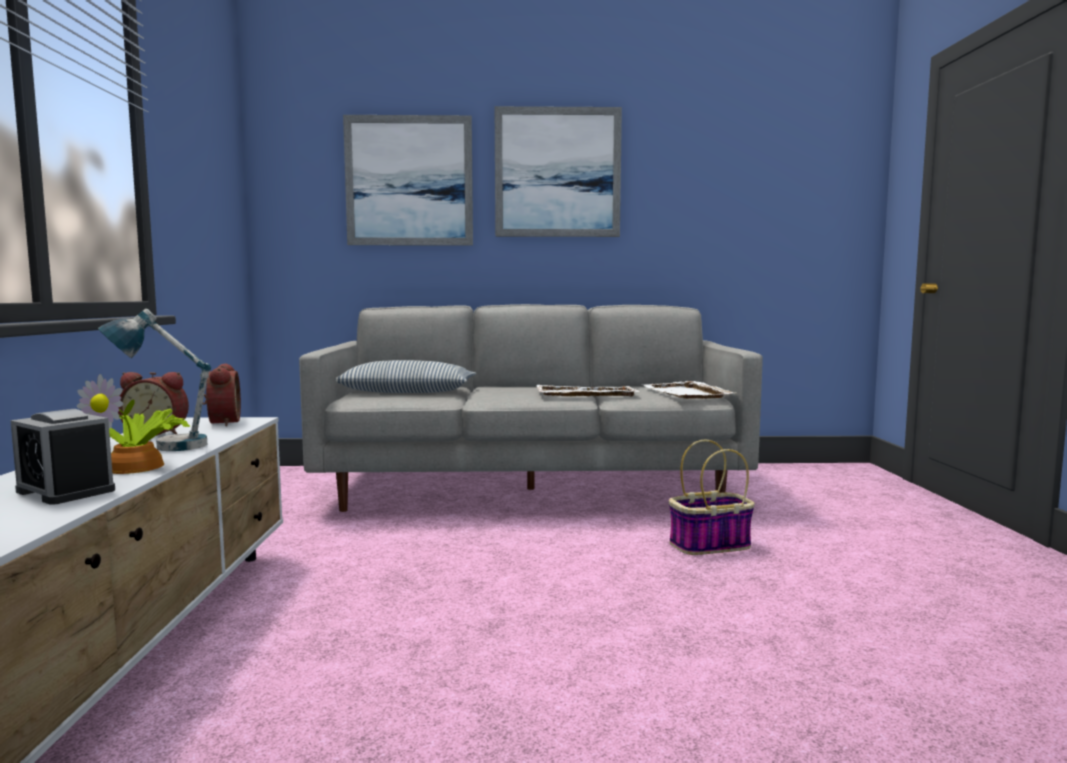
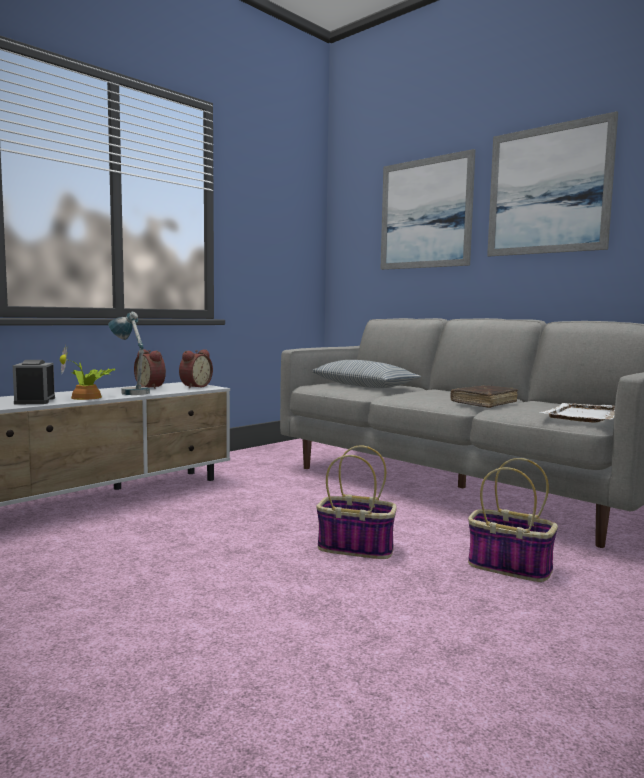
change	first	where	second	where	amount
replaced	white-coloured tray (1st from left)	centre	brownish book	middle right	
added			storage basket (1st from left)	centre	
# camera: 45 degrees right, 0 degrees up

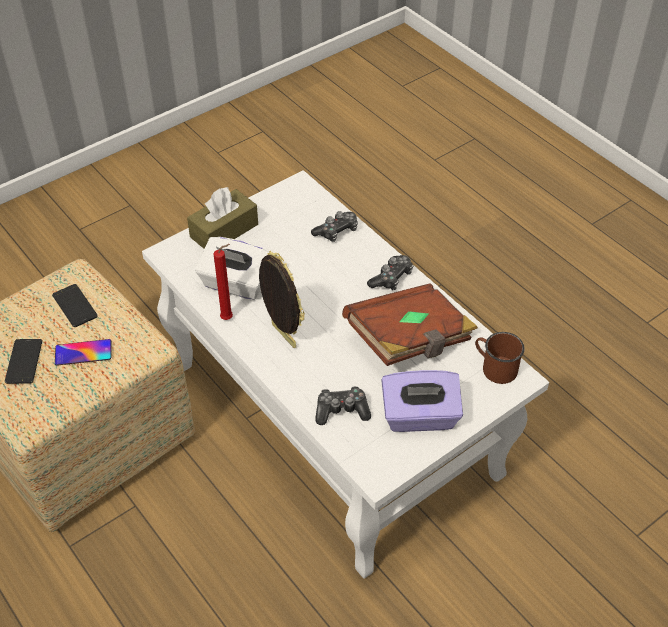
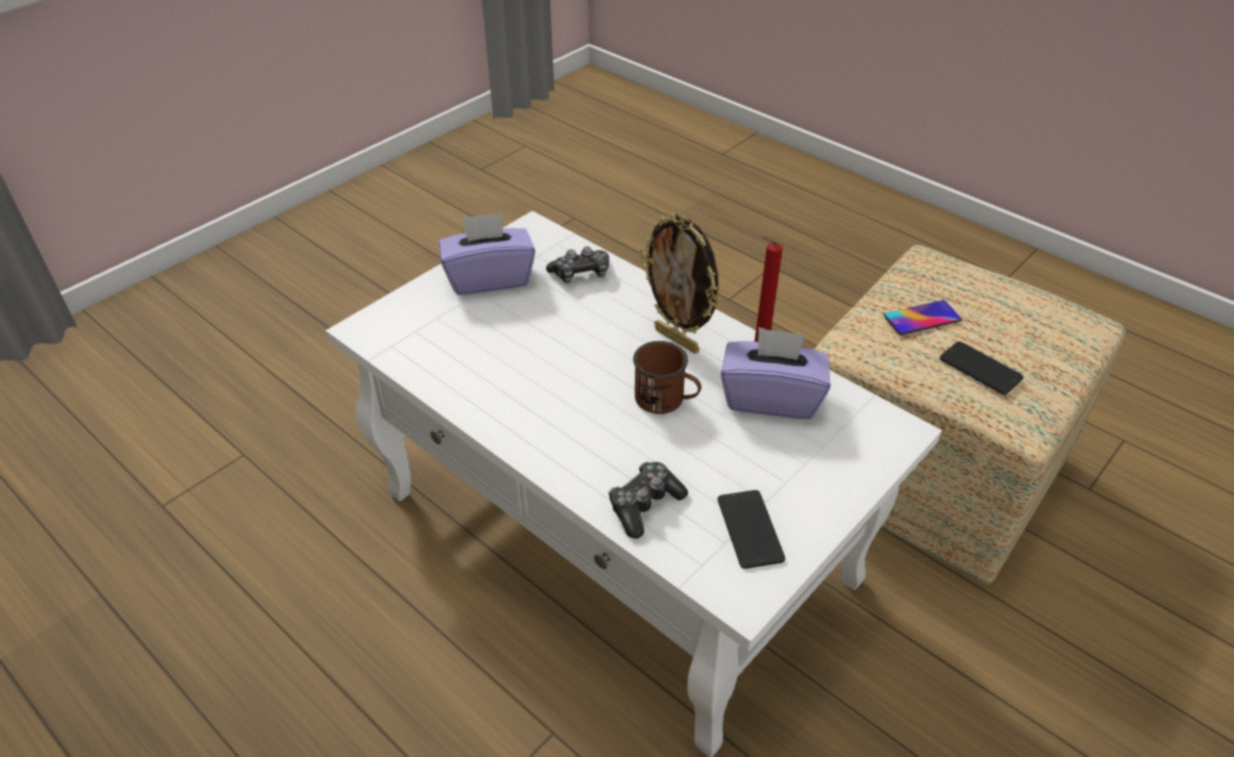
change	first	where	second	where	amount
removed	brownish tissue holder	middle left			
recoloured	white-coloured tissue holder	centre	purple-coloured tissue holder (2nd from left)	centre	
removed	joypad (3rd from left)	centre			
removed	brownish book	centre			
moved	brownish coffee mug	middle right		centre	
moved	telephone (1st from left)	middle left		bottom centre	
# camera: 170 degrees right, 5 degrees down

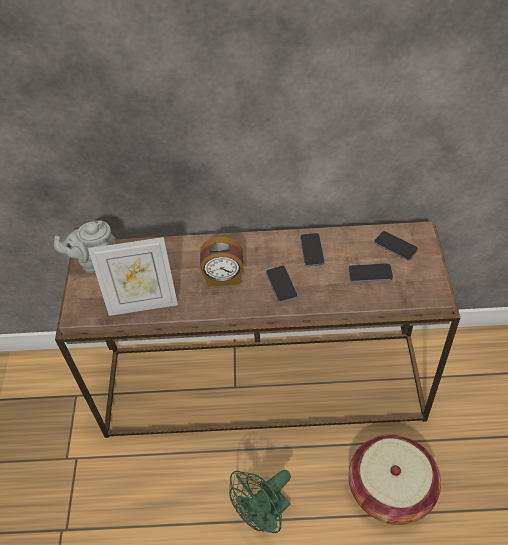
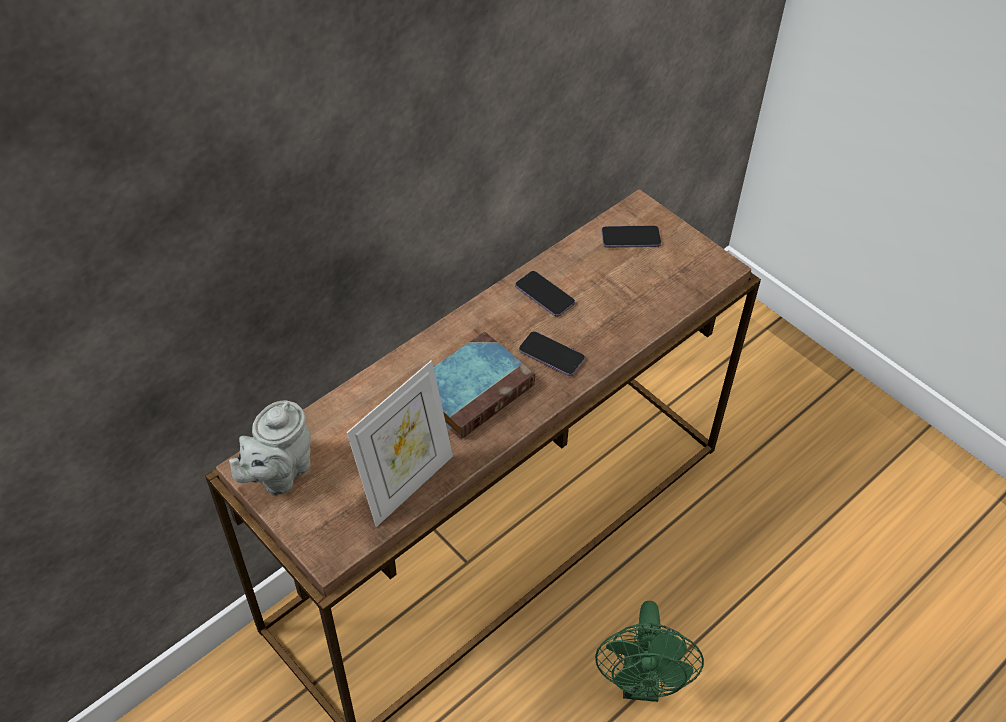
change	first	where	second	where	amount
replaced	alarm clock	centre	book	centre	
removed	telephone (3rd from left)	middle right			
removed	storage basket	bottom right			
# camera: 45 degrees left, 0 degrees up

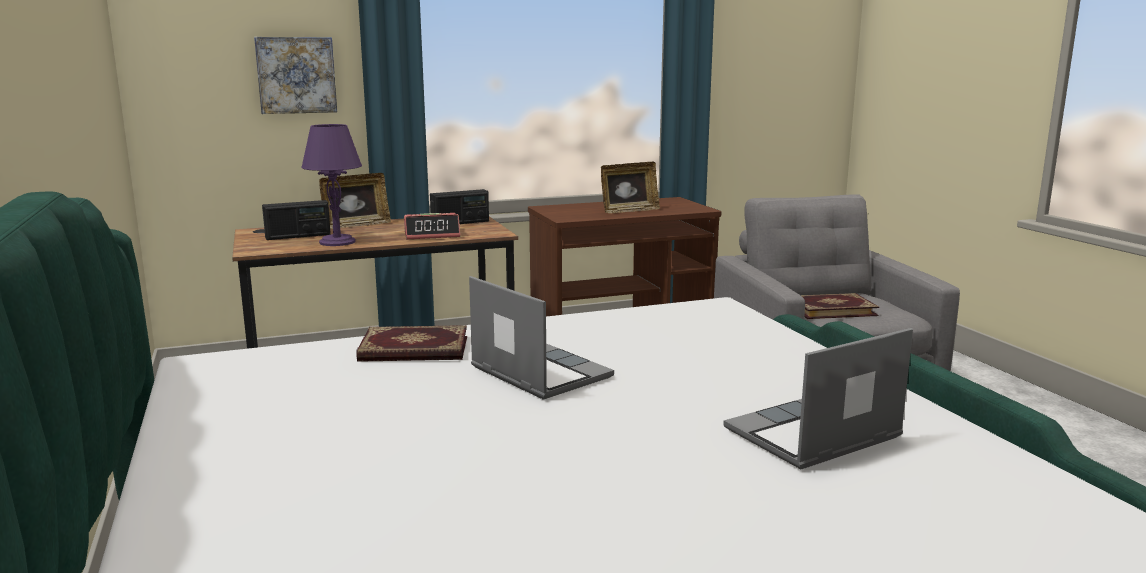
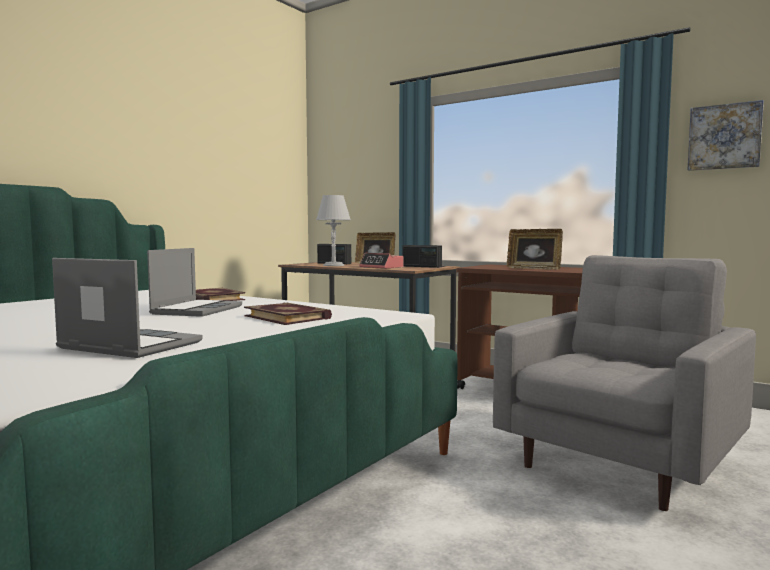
change	first	where	second	where	amount
moved	picture	top left		top right	
recoloured	purple-coloured table lamp	top left	greyish table lamp	centre	
moved	book (2nd from left)	middle right		centre	
# camera: 55 degrees right, 10 degrees down

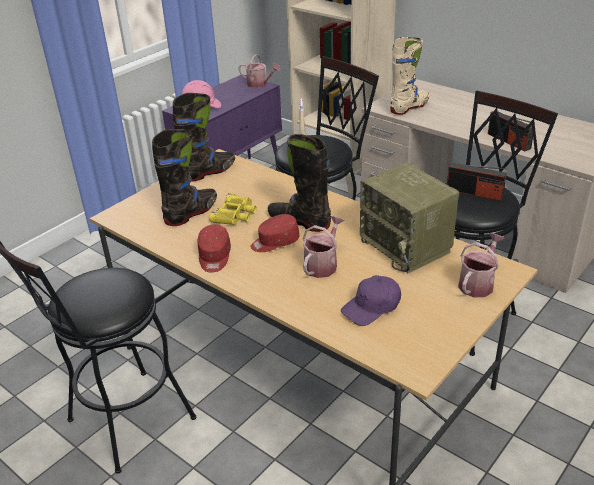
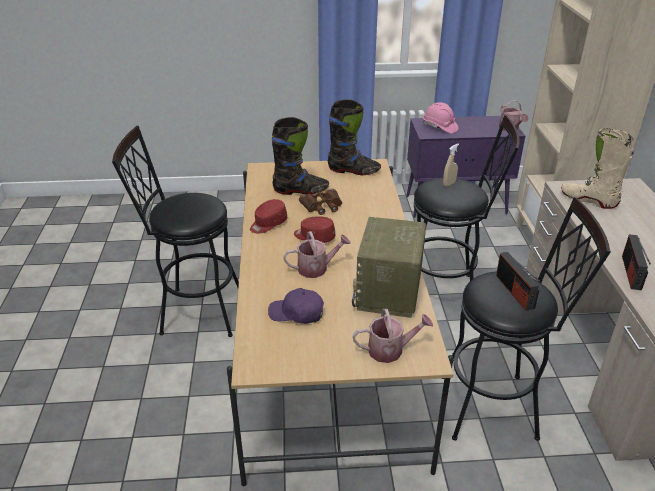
change	first	where	second	where	amount
turned	sand-coloured high-top boot	top right		middle right	150 degrees counterclockwise
removed	black-coloured high-top boot (3rd from left)	centre			
recoloured	yellow field glasses	centre	brownish field glasses	centre	
# camera: 45 degrees right, 0 degrees up

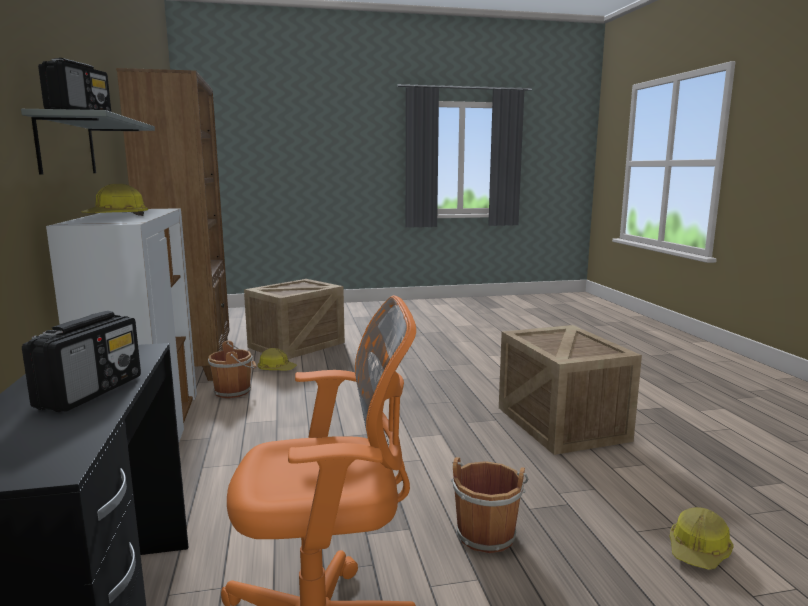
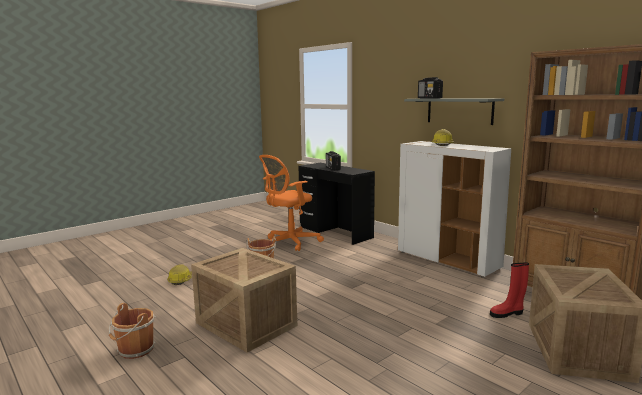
change	first	where	second	where	amount
moved	brownish water bucket (1st from left)	middle left		bottom left	
replaced	work helmet (2nd from left)	centre	red-coloured high-top boot	bottom right	
# camera: 150 degrees right, 0 degrees up

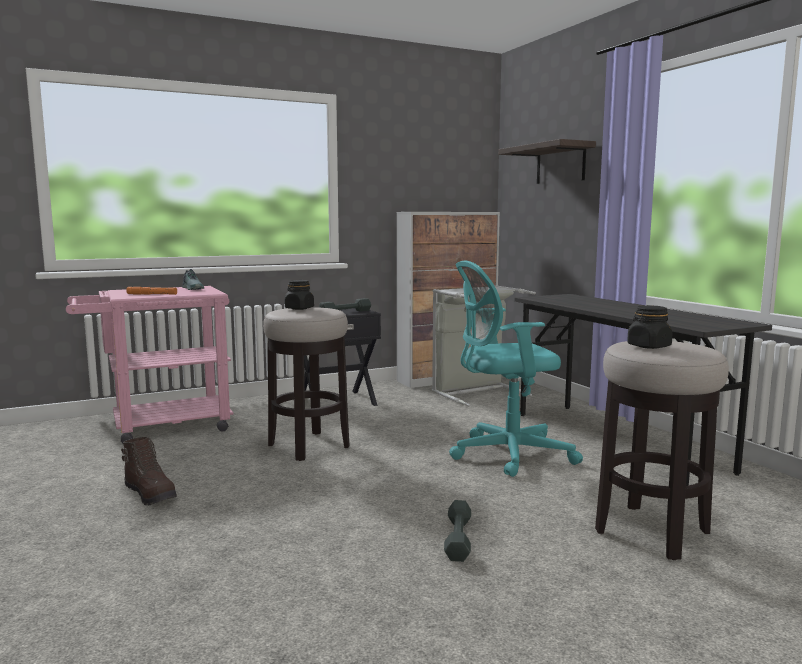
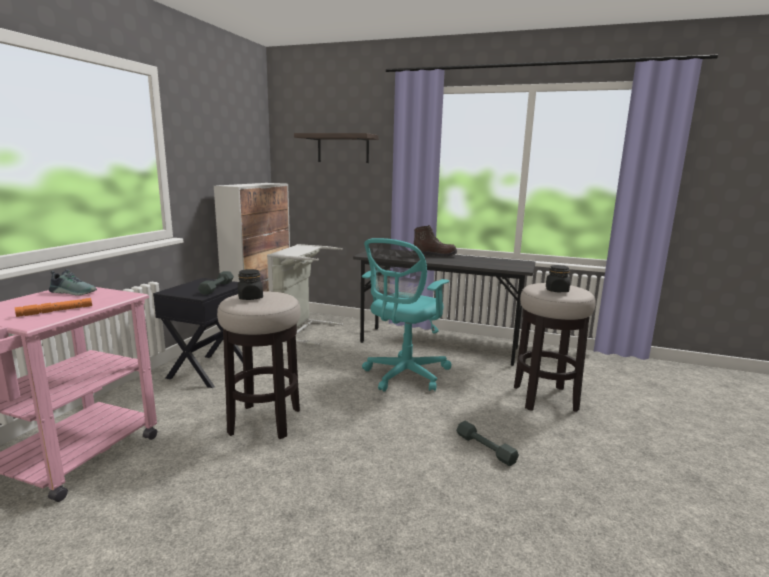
change	first	where	second	where	amount
moved	brownish high-top boot	bottom left		centre	
# camera: 45 degrees left, 5 degrees up

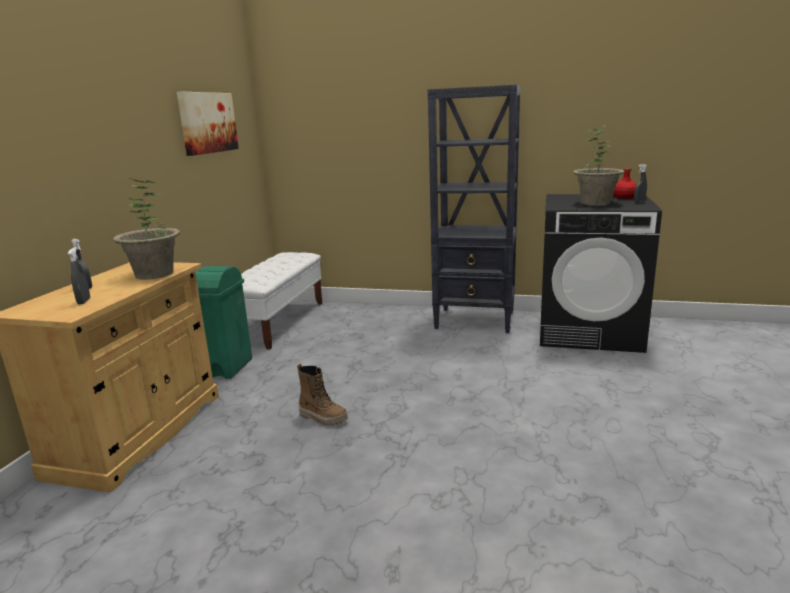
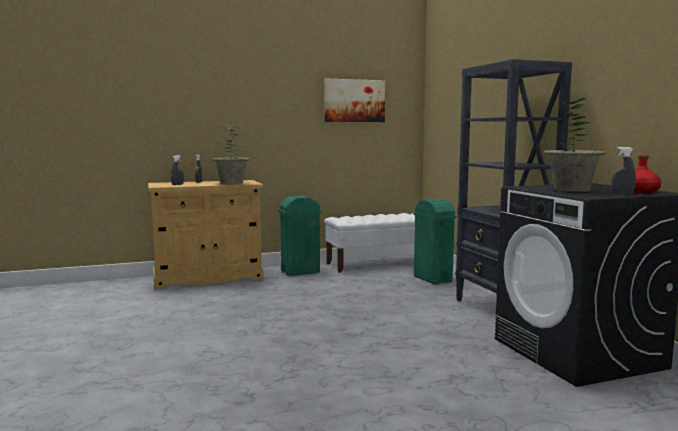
change	first	where	second	where	amount
removed	high-top boot	centre			
added			greenish rubbish bin (2nd from left)	centre	
# camera: 55 degrees right, 10 degrees down

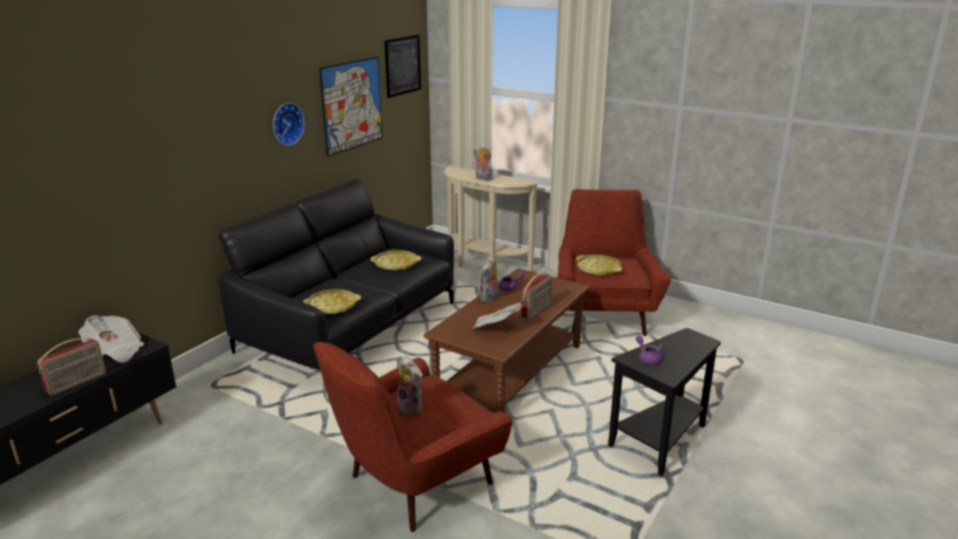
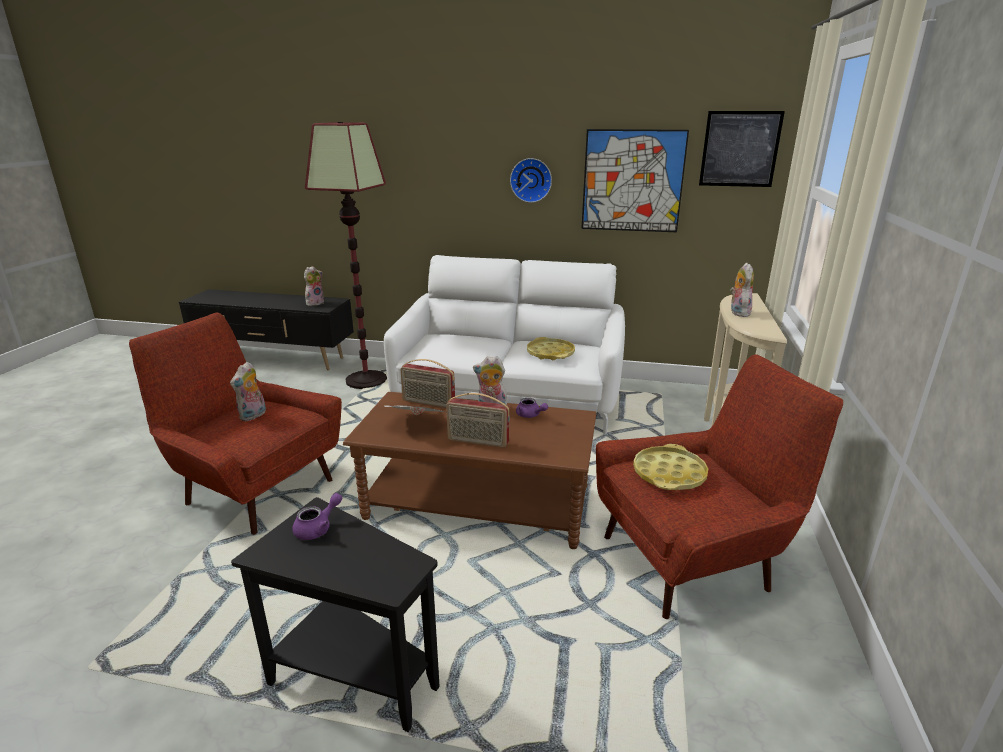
change	first	where	second	where	amount
recoloured	black-coloured sofa	centre	white-coloured sofa	centre	
removed	yellow tray (1st from left)	centre			
replaced	printed paper (1st from left)	middle left	soft toy (2nd from left)	middle left	
moved	radio (1st from left)	bottom left		centre	
added			standard lamp	centre	
# camera: 70 degrees right, 0 degrees up

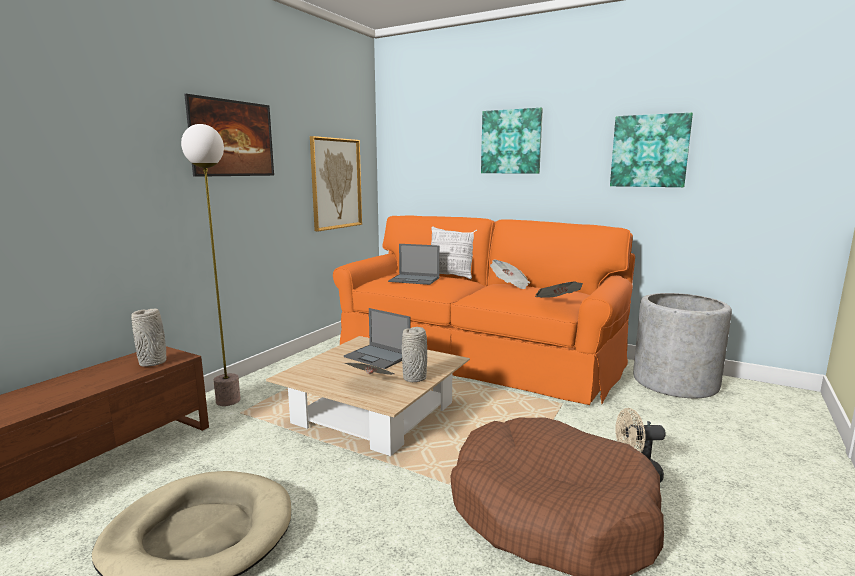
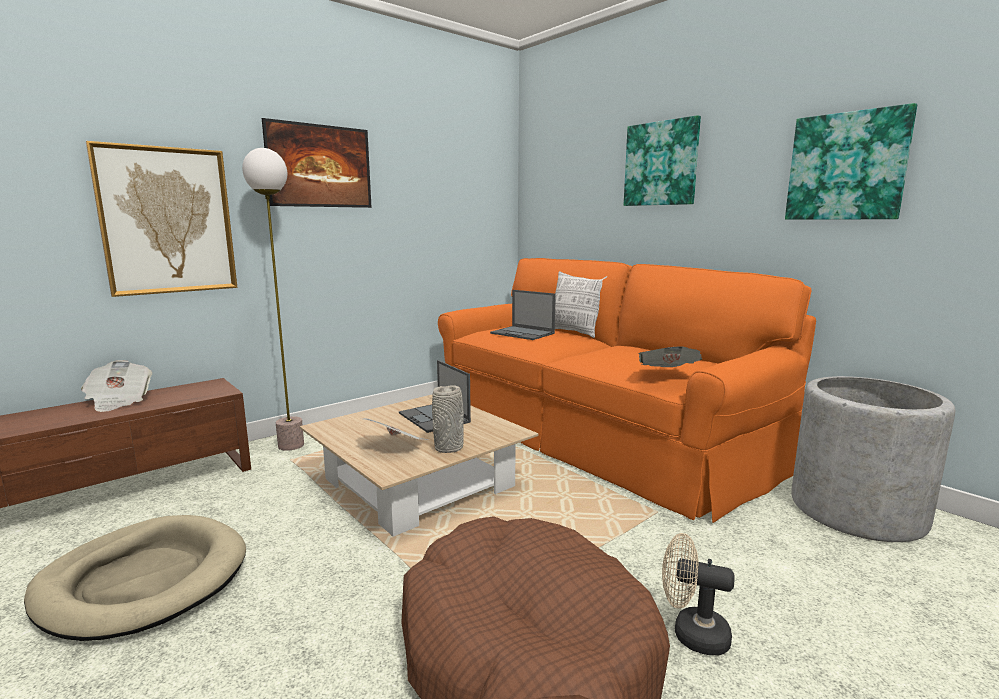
change	first	where	second	where	amount
moved	picture (2nd from left in the first image)	top centre	picture (1st from left)	top left	
moved	printed paper (2nd from left in the first image)	centre	printed paper (1st from left)	middle left	
removed	greyish flower vase (1st from left)	middle left			
# camera: 20 degrees right, 0 degrees up

